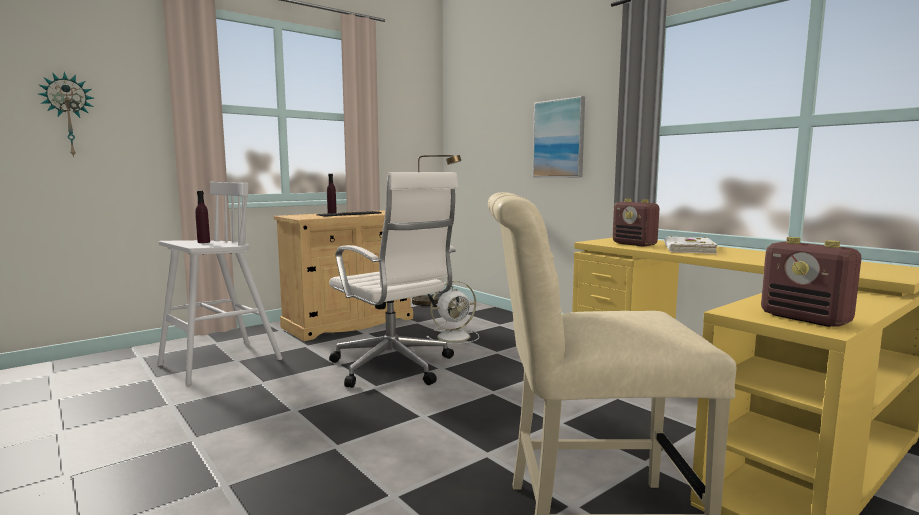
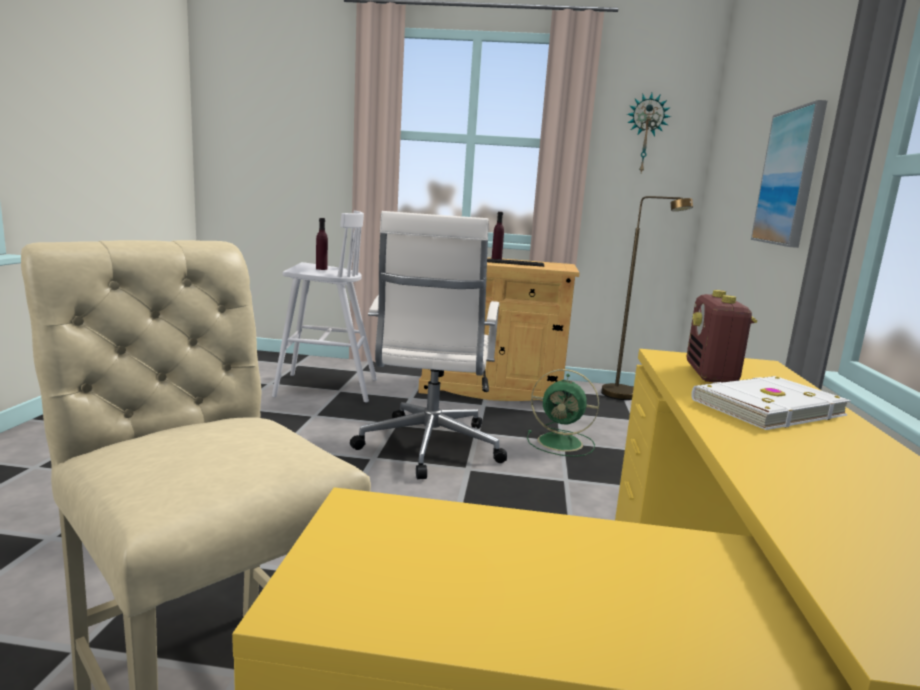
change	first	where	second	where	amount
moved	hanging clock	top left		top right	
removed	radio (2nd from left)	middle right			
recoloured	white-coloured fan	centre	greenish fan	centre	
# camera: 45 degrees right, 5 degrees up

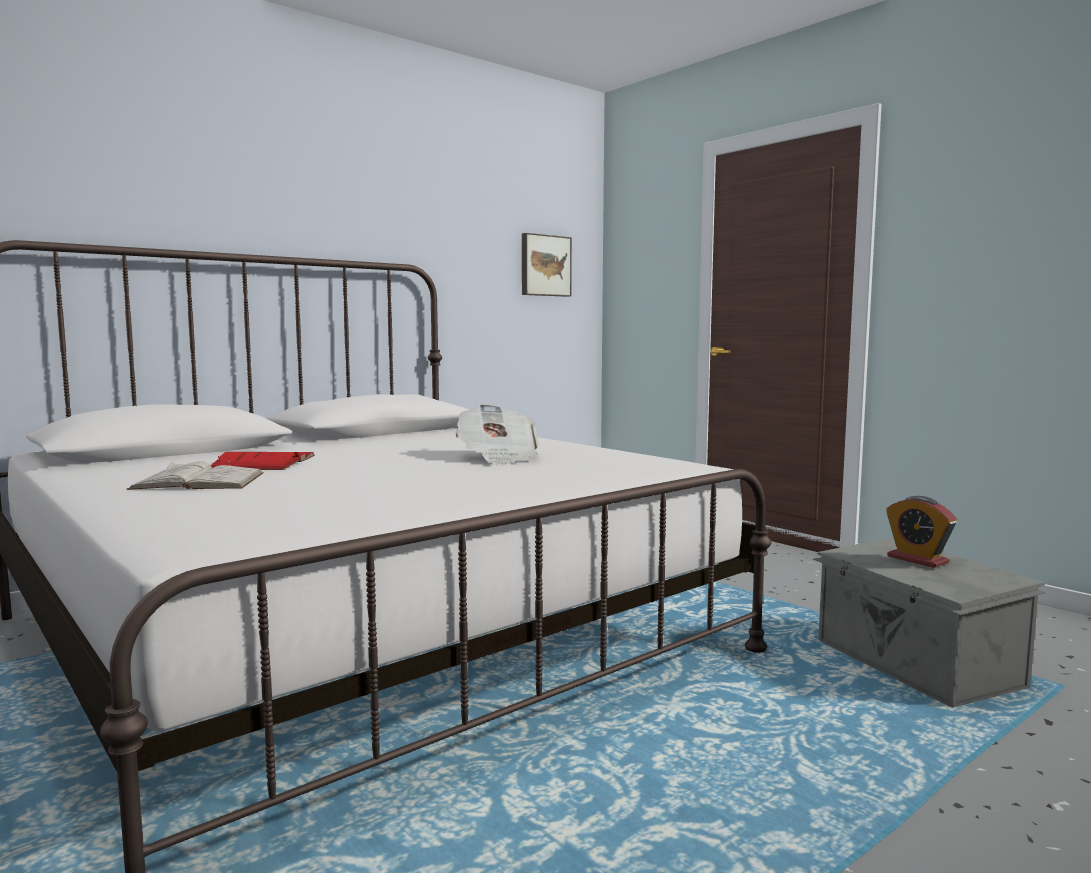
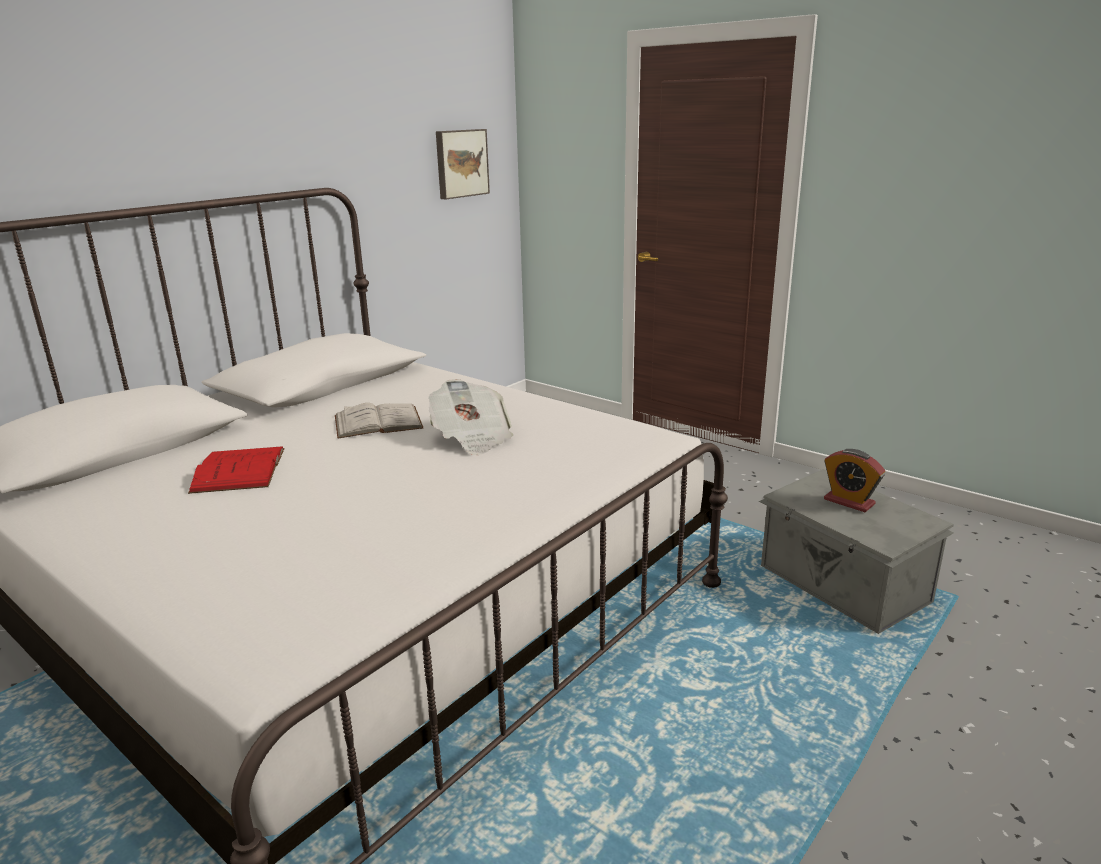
change	first	where	second	where	amount
moved	white-coloured book	middle left		centre	
# camera: 10 degrees left, 15 degrees up

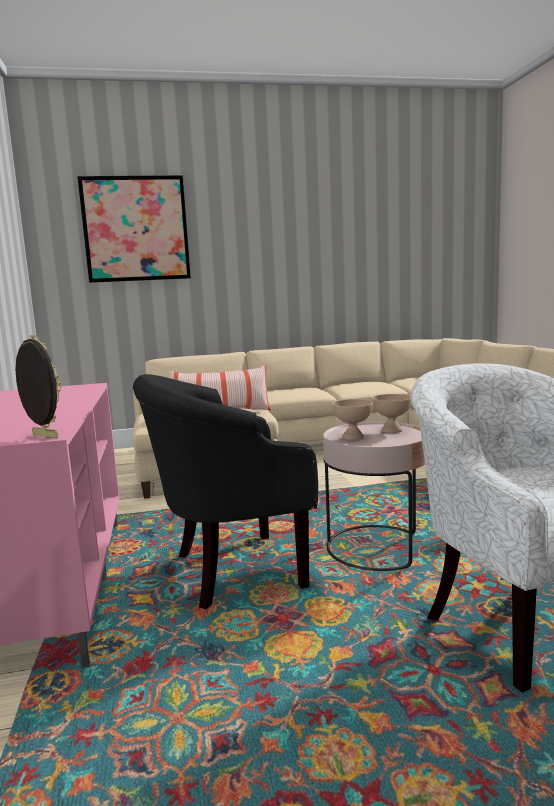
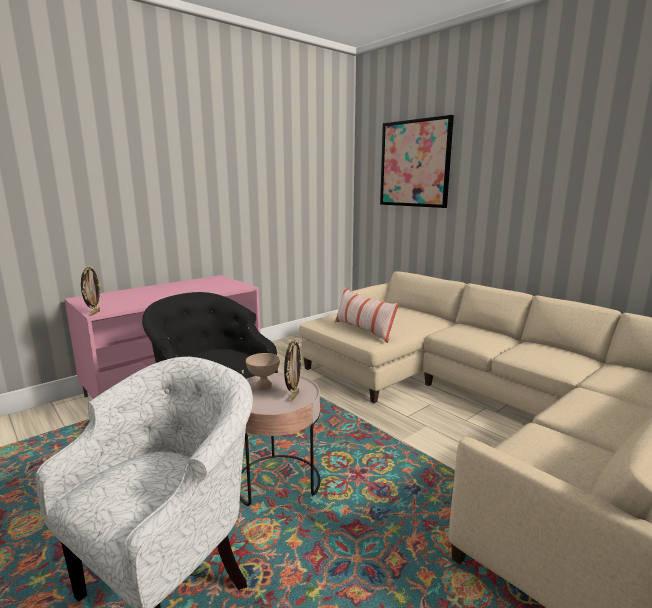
change	first	where	second	where	amount
replaced	sand-coloured bowl (2nd from left)	middle right	picture frame (2nd from left)	centre	
# camera: 60 degrees right, 5 degrees up

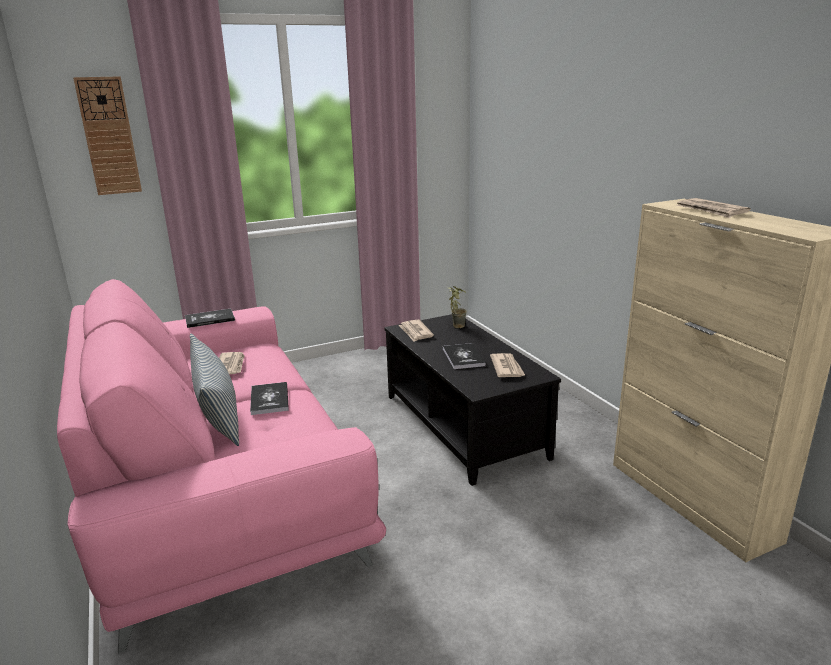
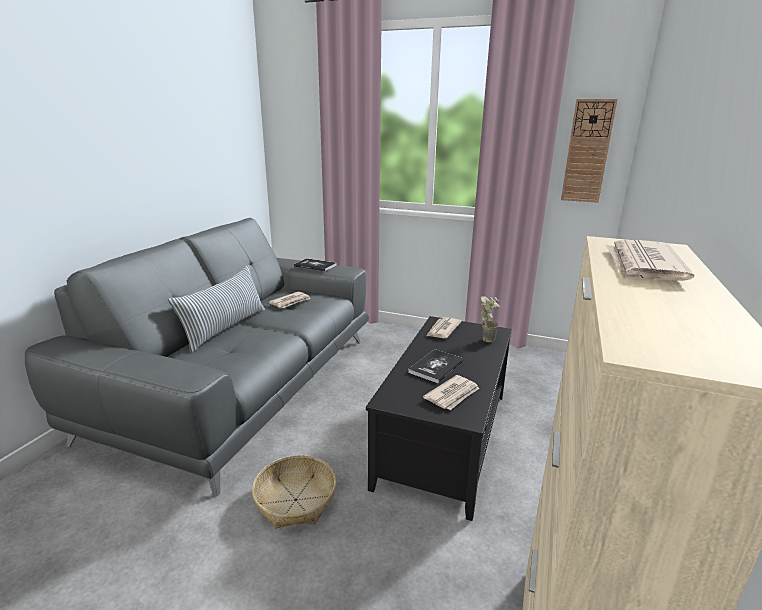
change	first	where	second	where	amount
moved	hanging clock	top left		top right	
recoloured	pink sofa	bottom left	greyish sofa	middle left	
removed	book (2nd from left)	middle left			
added			storage basket	bottom centre	
# camera: 45 degrees right, 0 degrees up

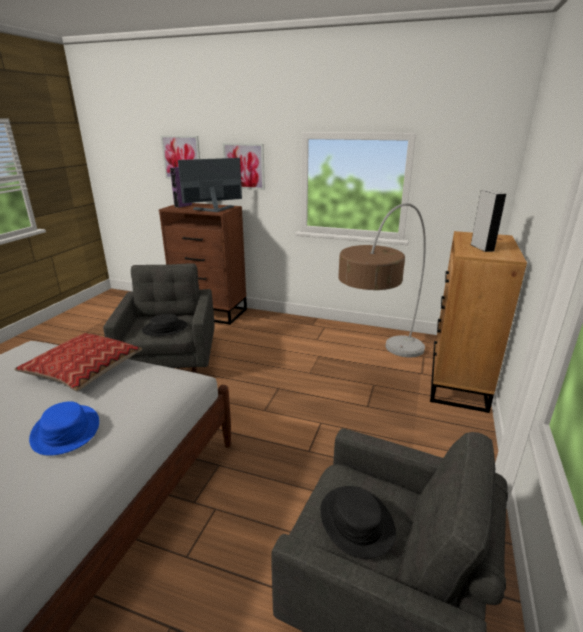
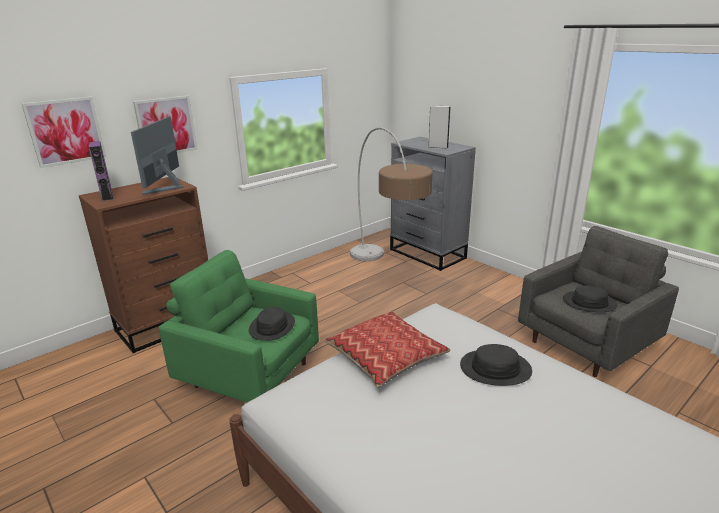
change	first	where	second	where	amount
recoloured	brownish drawer chest (2nd from left)	middle right	greyish drawer chest	centre	
recoloured	greyish easy chair (1st from left)	middle left	greenish easy chair	middle left	
recoloured	blue-coloured wearable hat	bottom left	black-coloured wearable hat (2nd from left)	bottom right	
# camera: 60 degrees left, 0 degrees up

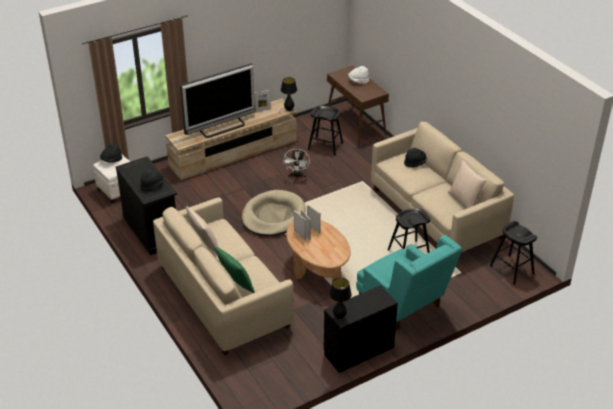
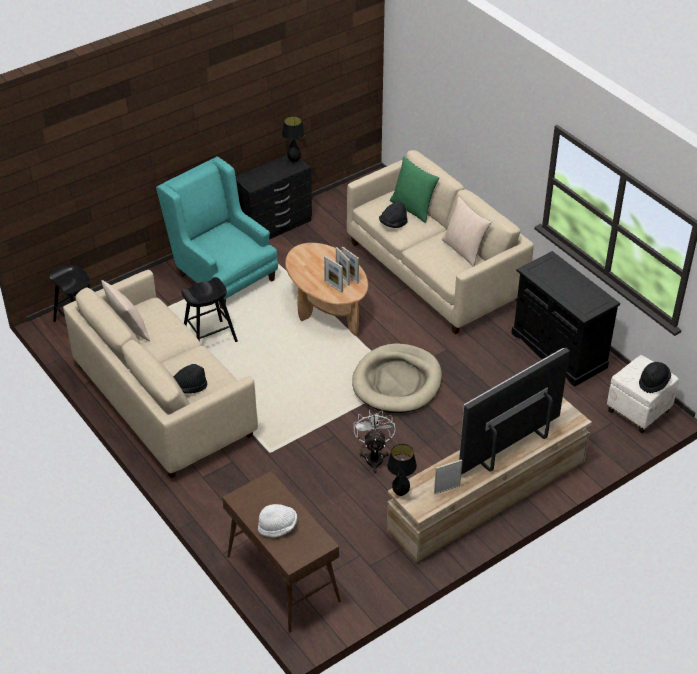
change	first	where	second	where	amount
removed	black-coloured sitting stool (1st from left)	top centre			
moved	black-coloured wearable hat (2nd from left)	middle left		top centre	
# camera: 175 degrees right, 5 degrees up

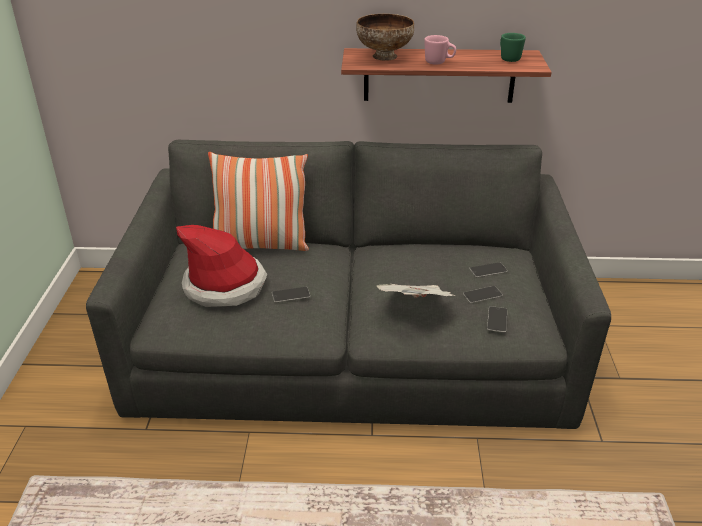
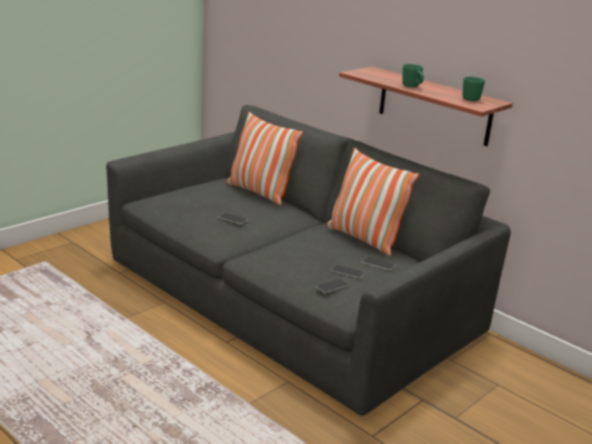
change	first	where	second	where	amount
removed	bowl	top centre			
recoloured	pink coffee mug	top centre	greenish coffee mug (1st from left)	top right	
removed	wearable hat	middle left			
removed	printed paper	centre			
added			pillow (2nd from left)	centre	
# camera: 40 degrees right, 10 degrees down

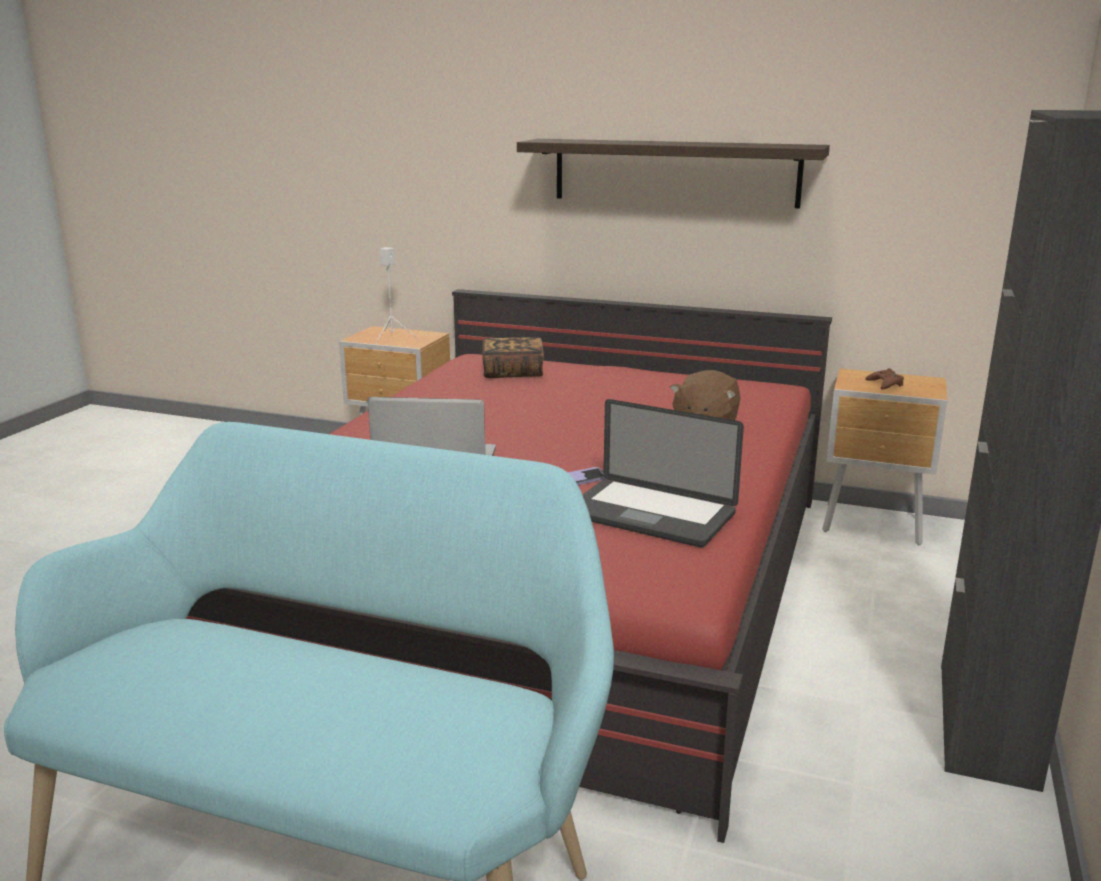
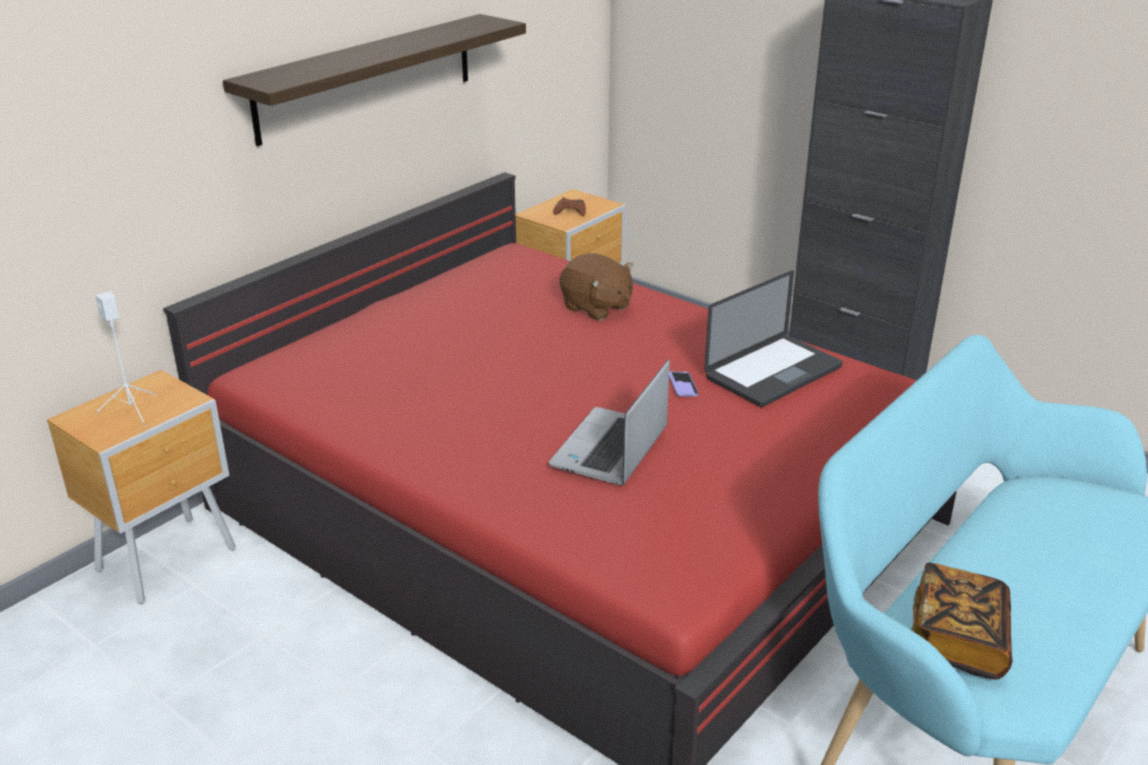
change	first	where	second	where	amount
moved	book	centre		bottom right	
# camera: 70 degrees left, 10 degrees up

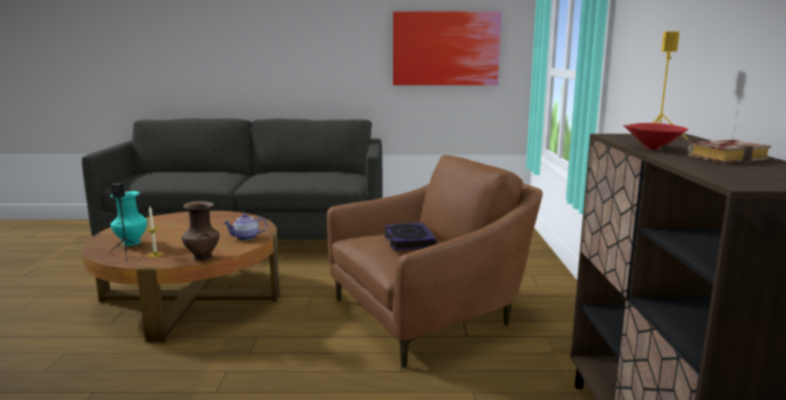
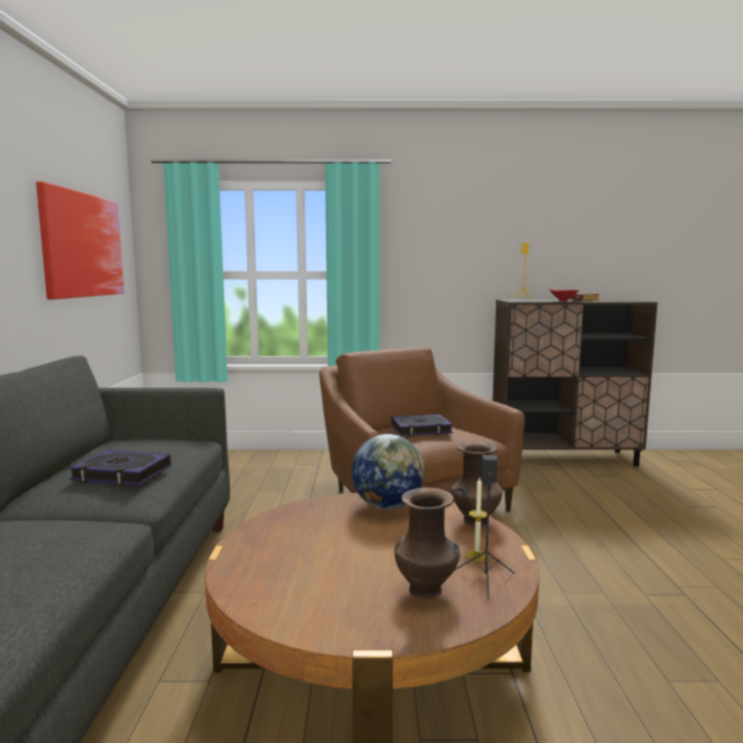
change	first	where	second	where	amount
recoloured	turquoise flower vase	middle left	brownish flower vase (1st from left)	bottom centre	
replaced	teapot	middle left	globe	centre	
added			book (1st from left)	middle left	
# camera: 90 degrees left, 5 degrees down

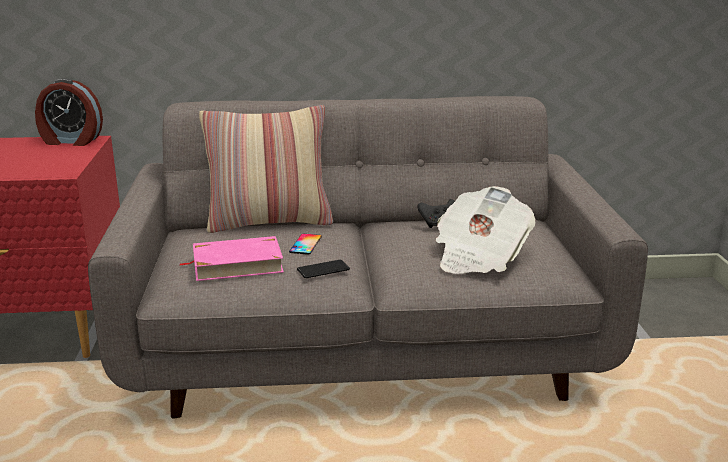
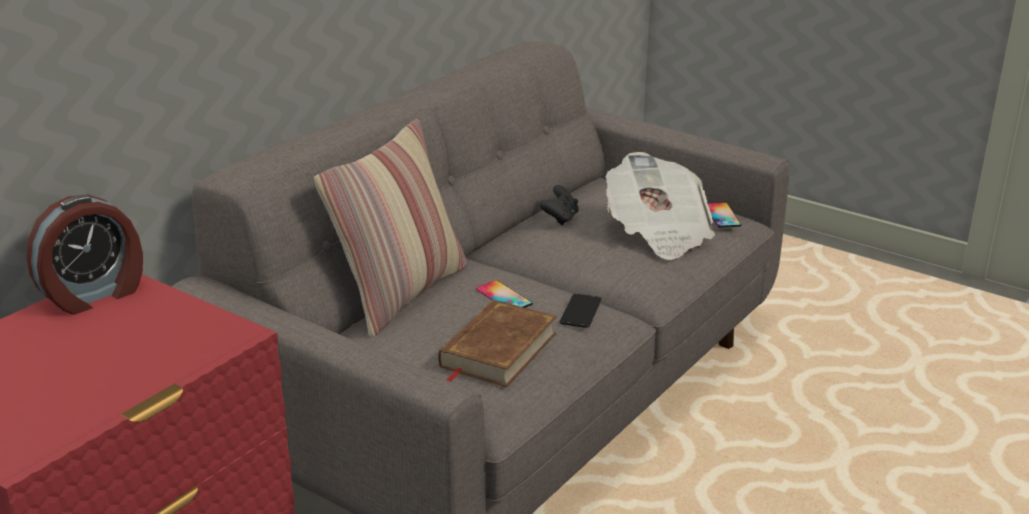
change	first	where	second	where	amount
recoloured	pink book	middle left	brownish book	bottom centre	
added			telephone (3rd from left)	middle right	
# camera: 50 degrees left, 5 degrees up

